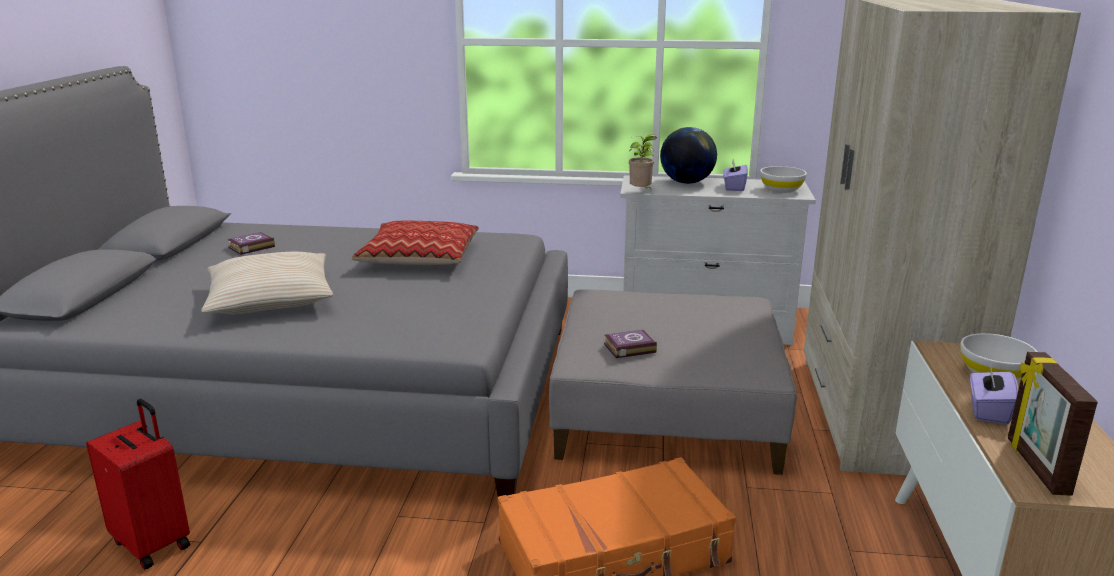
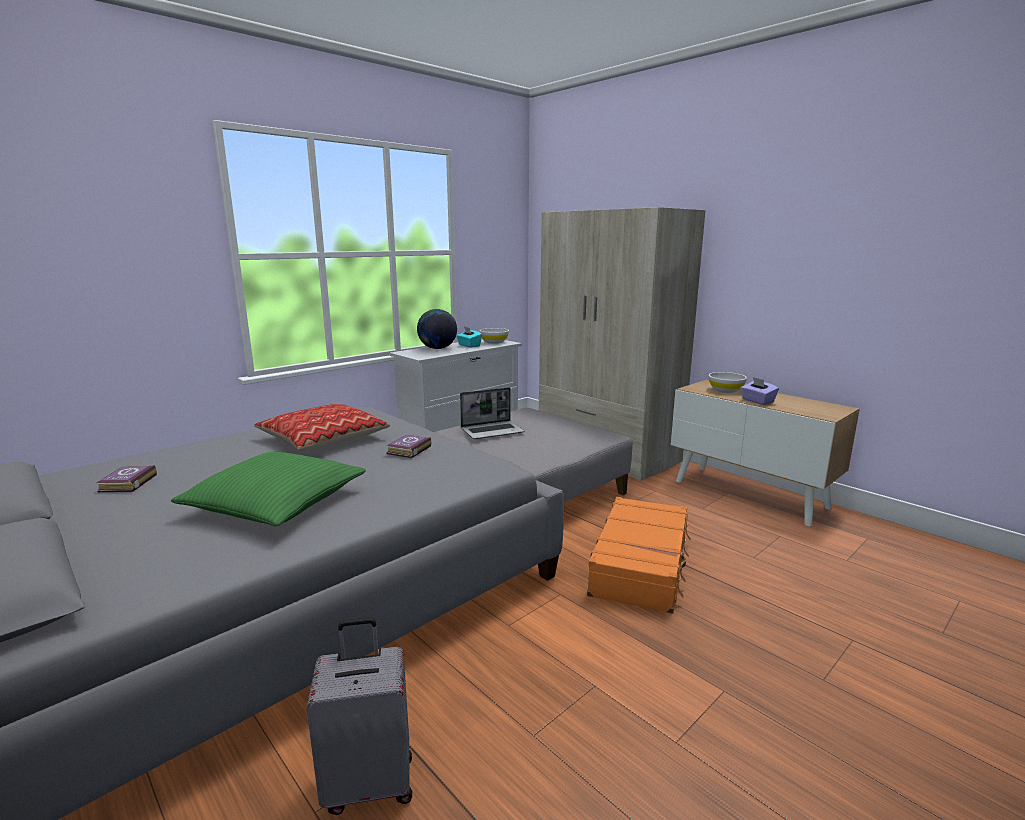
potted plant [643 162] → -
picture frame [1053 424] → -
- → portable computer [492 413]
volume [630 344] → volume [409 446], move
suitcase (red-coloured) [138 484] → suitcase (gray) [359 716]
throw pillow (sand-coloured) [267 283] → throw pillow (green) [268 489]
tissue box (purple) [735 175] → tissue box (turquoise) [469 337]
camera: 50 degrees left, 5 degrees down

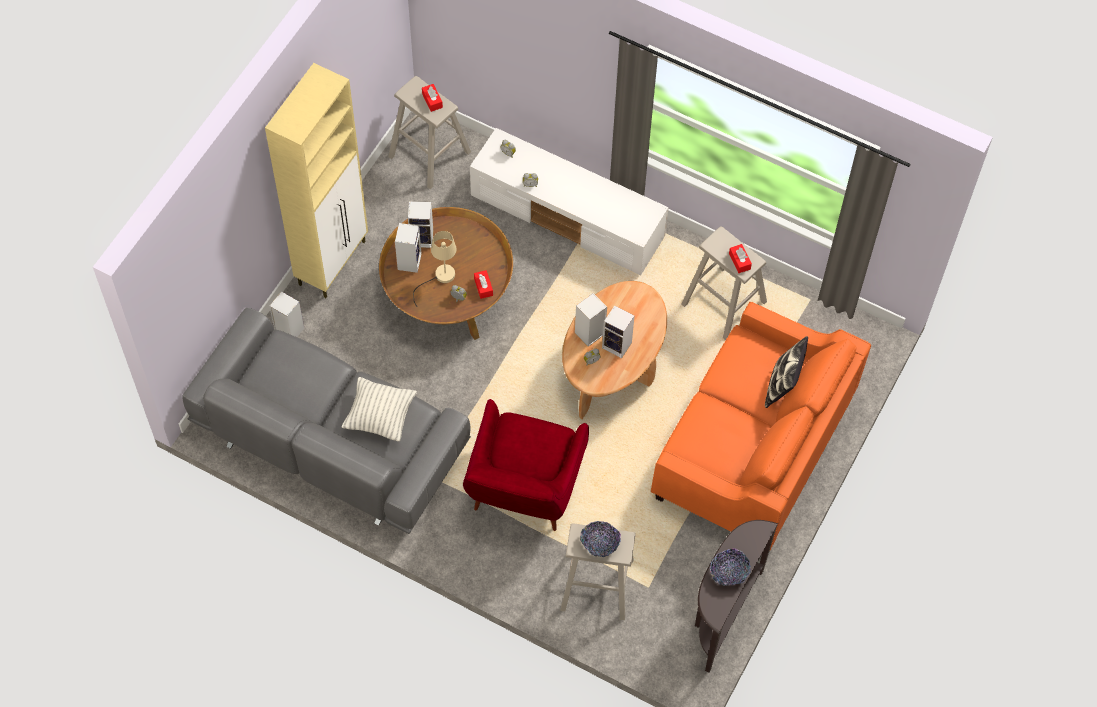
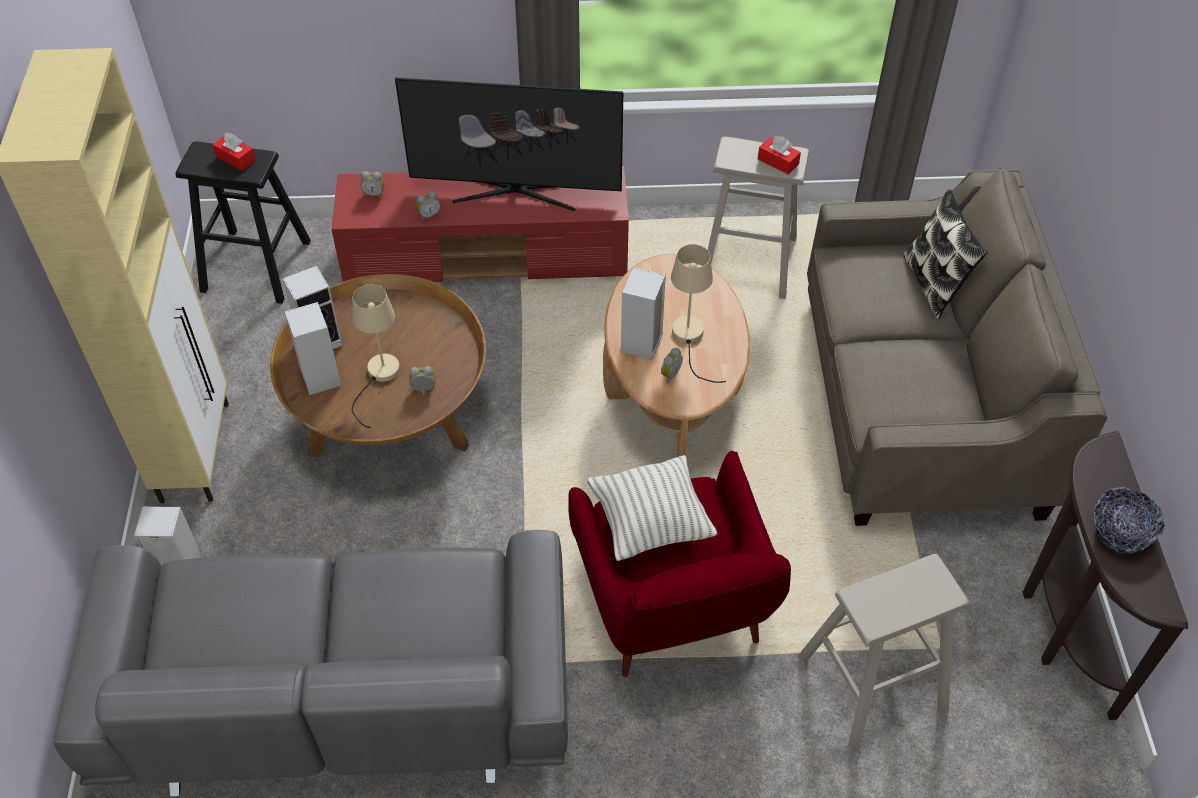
tissue box (red-coloured) [483 284] → -
serving bowl [600 539] → -
- → TV set [509 144]
throw pillow [379 409] → throw pillow [652 508], move
speaker [618 332] → lamp for a table (sand-coloured) [698 313]
stool seat (sand-coloured) [429 132] → stool seat (black) [243 222]
tv stand (white) [569 201] → tv stand (red-coloured) [480 224]
settee (orangey) [761 426] → settee (sand-coloured) [957 347]
camera: 30 degrees left, 10 degrees down

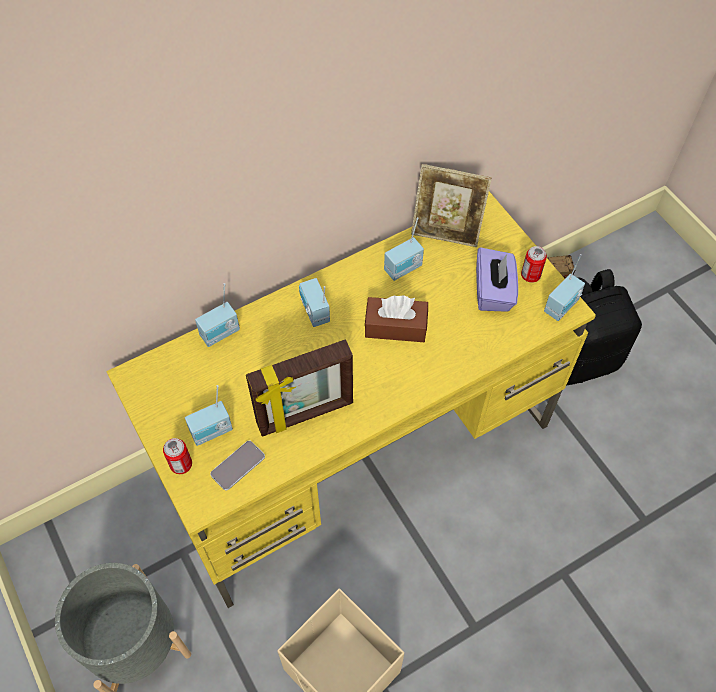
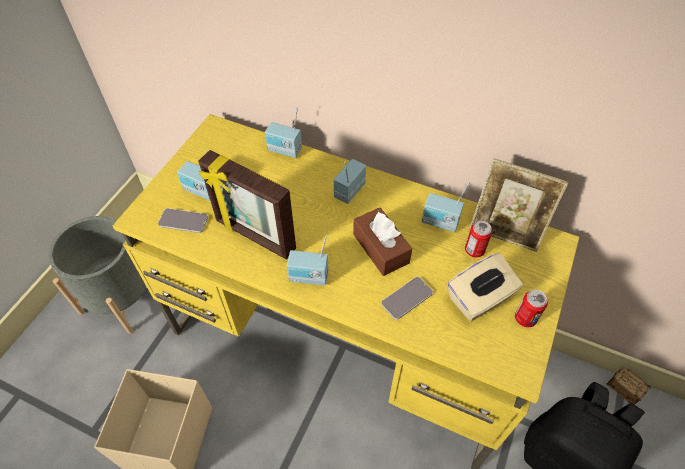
- → telephone [407 298]
sealed can [177 456] → sealed can [478 239], move
radio receiver [564 287] → radio receiver [308 260], move
tissue box (purple) [497 279] → tissue box (sand-coloured) [485 287]
picture frame [451 205] → picture frame [518 205], 45 degrees counterclockwise
camera: 55 degrees right, 5 degrees down

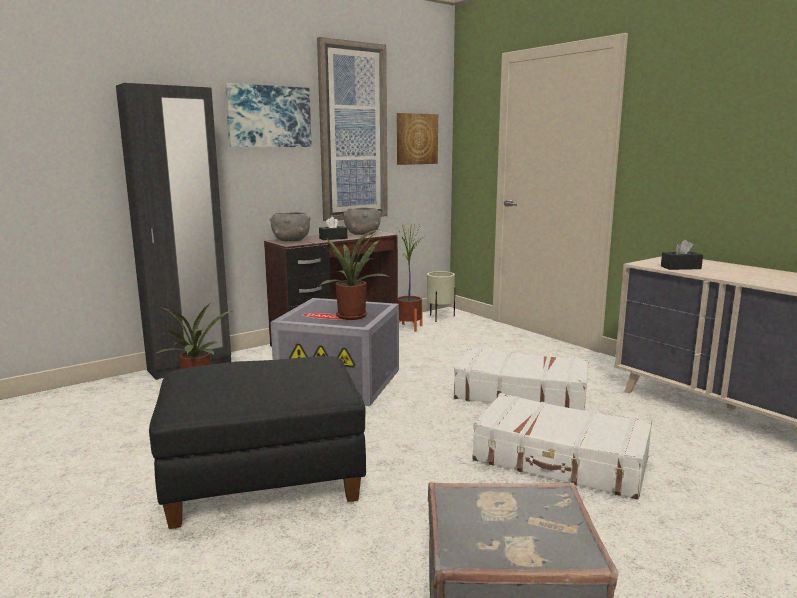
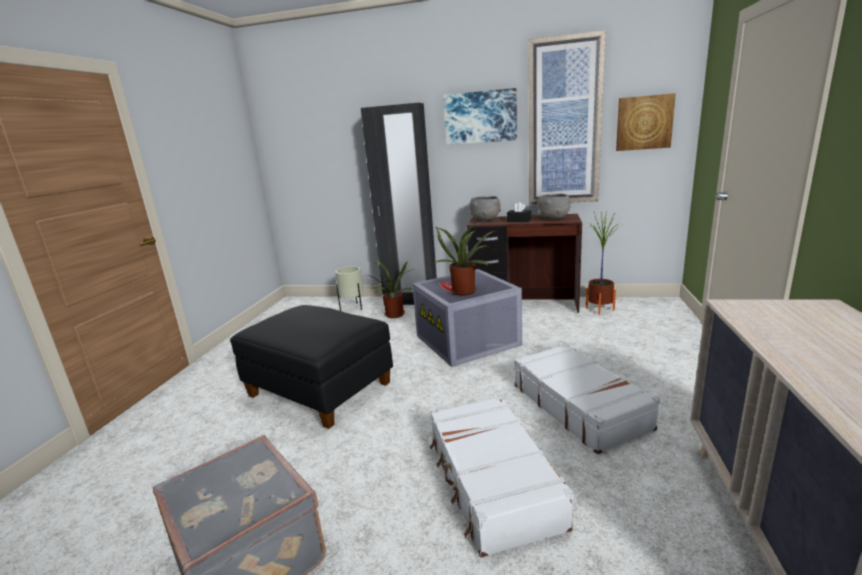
tissue box (black) [682 255] → -
planter (sand-coloured) [441 296] → planter (sand-coloured) [349 288], move
camera: 50 degrees right, 5 degrees up

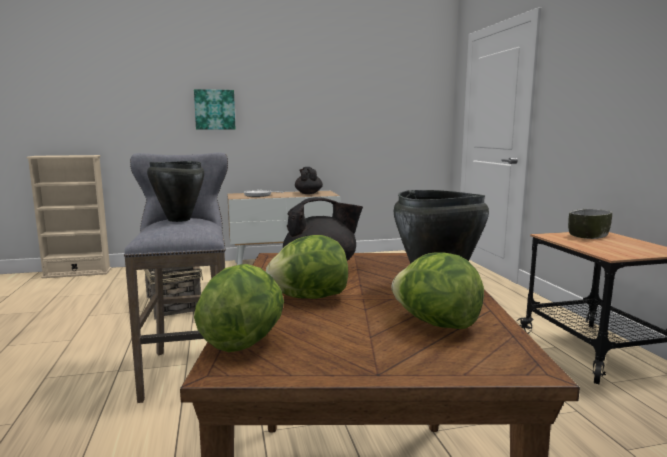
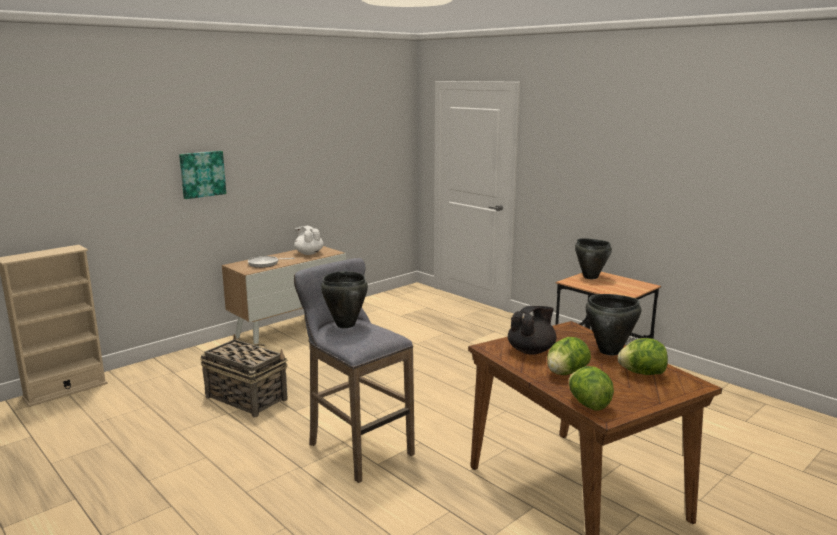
serving bowl [590 224] → saucepot (black) [593 258]
tea pot (black) [309 180] → tea pot (white) [309 240]
camera: 30 degrees left, 5 degrees up

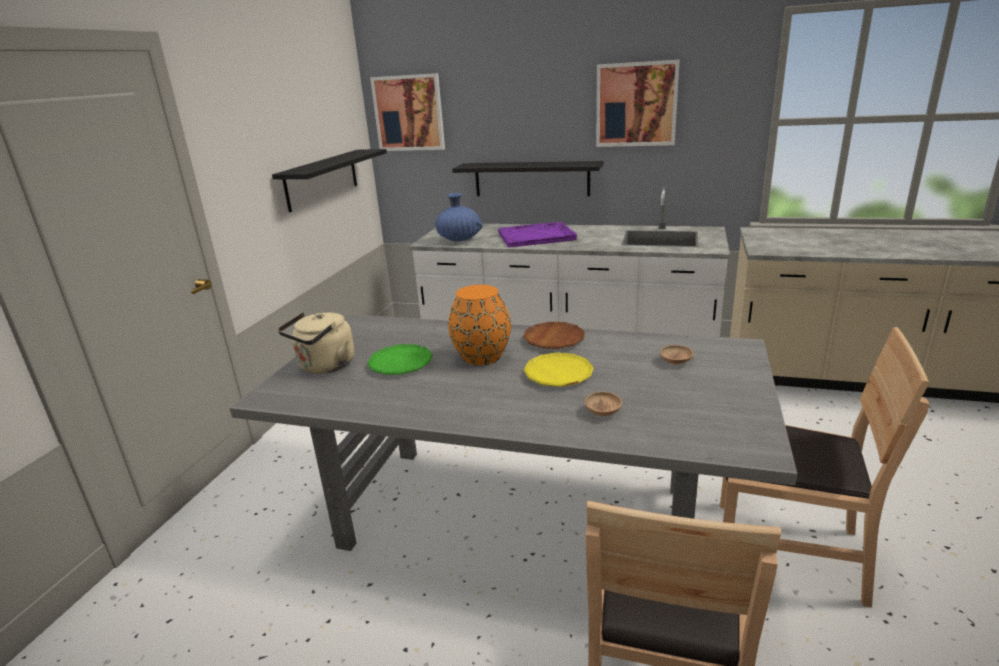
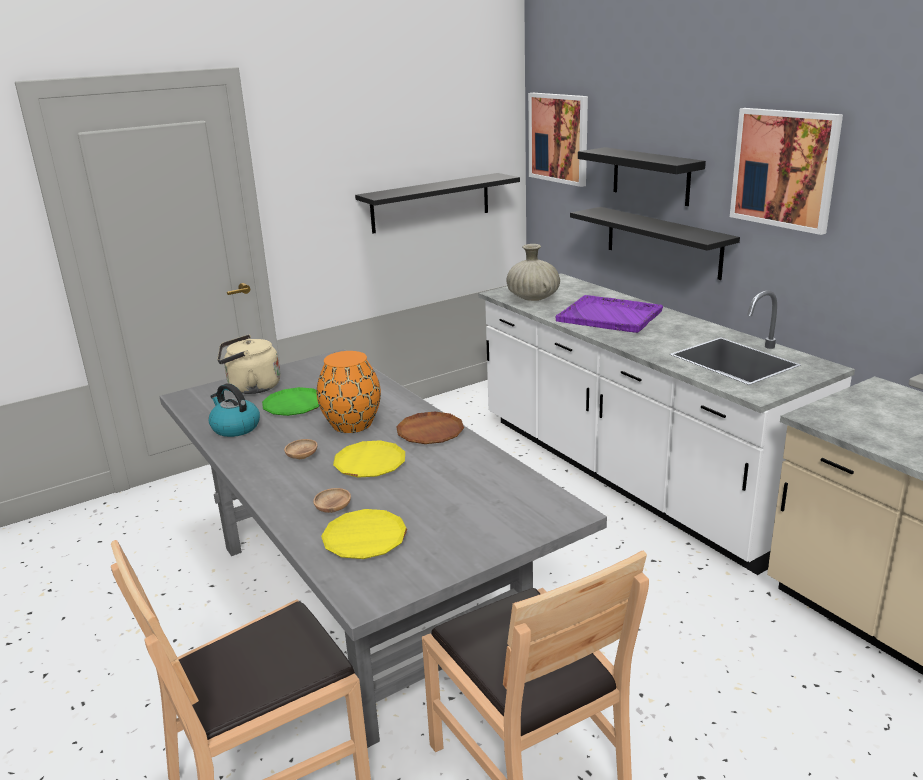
- → water kettle [234 410]
- → plate (yellow-coloured) [364 534]
- → shelf (black) [642 176]
serving bowl (brownish) [676 355] → serving bowl (brownish) [300 449], move
flower vase (blue) [459 217] → flower vase (sand-coloured) [533 272]
camera: 40 degrees right, 0 degrees up

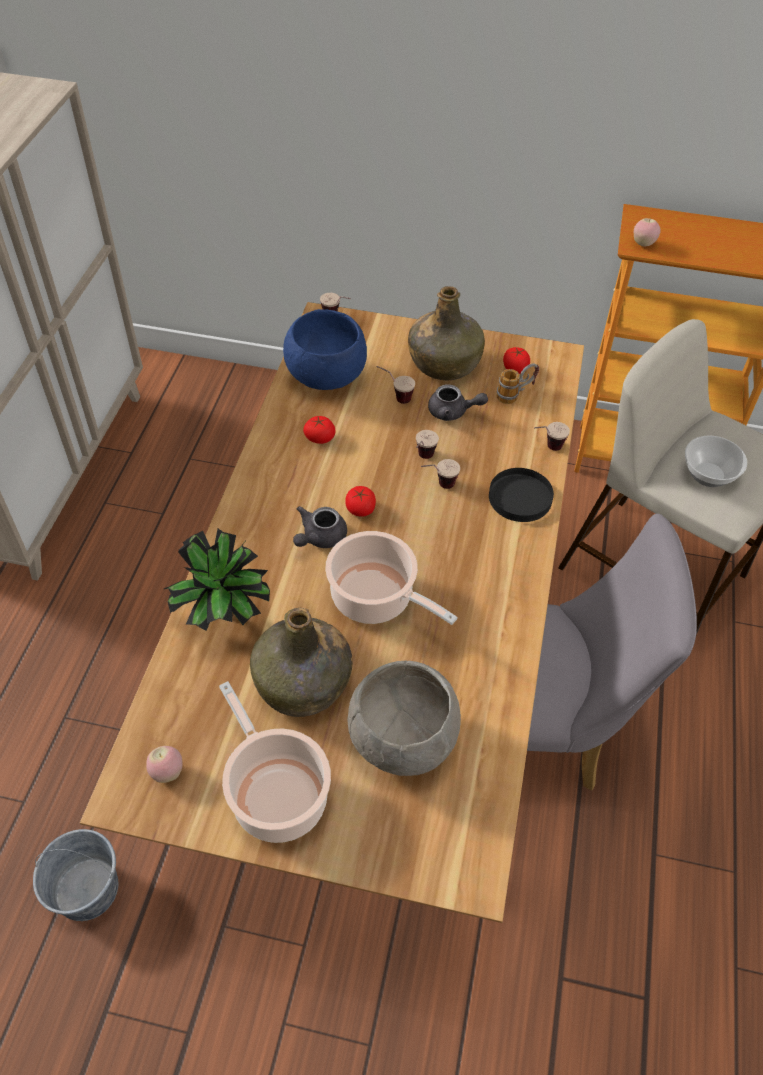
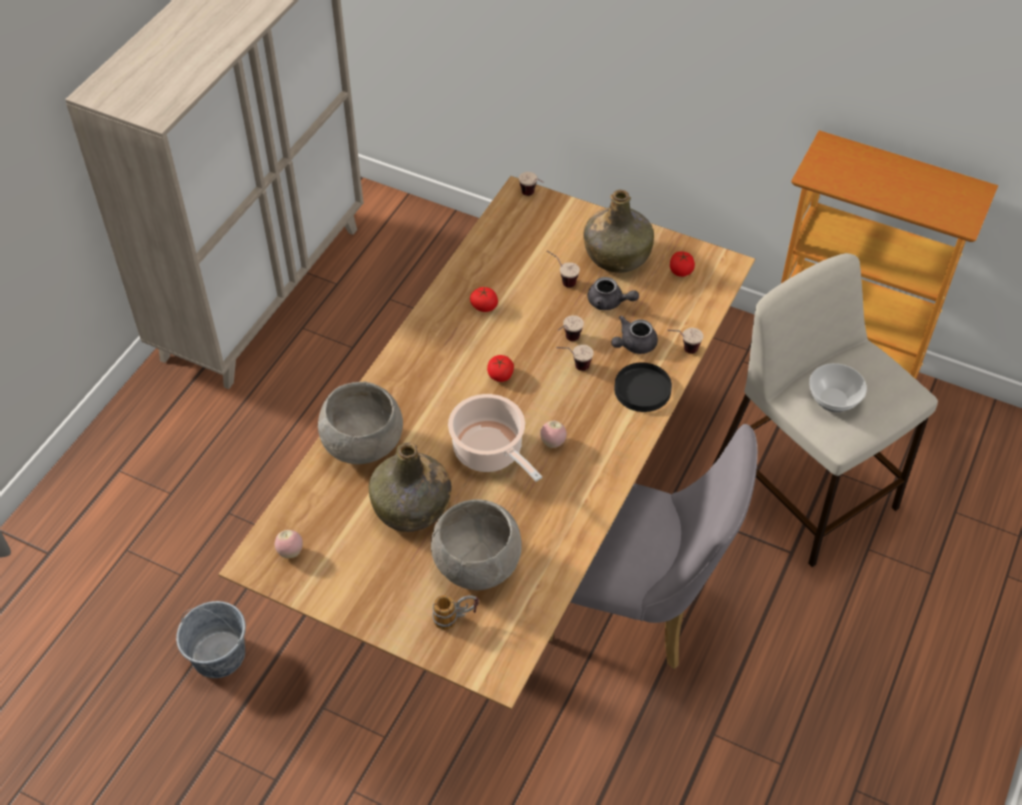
saucepot [275 762] → -
serving bowl (blue) [325 349] → -
tea pot (gray) [320 527] → tea pot (gray) [634 335], move
mug [518 383] → mug [455 612], move
apple [647 231] → apple [553 434], move
potted plant [217 580] → serving bowl (gray) [360 422]
camera: 15 degrees right, 0 degrees up

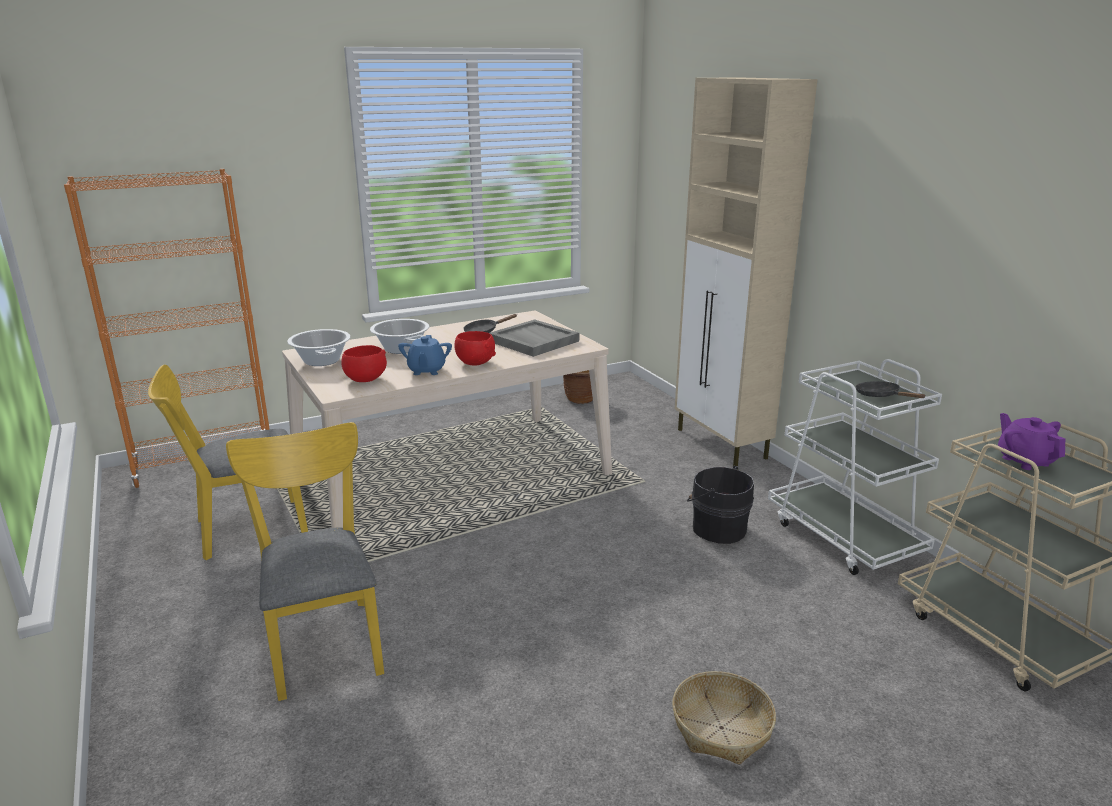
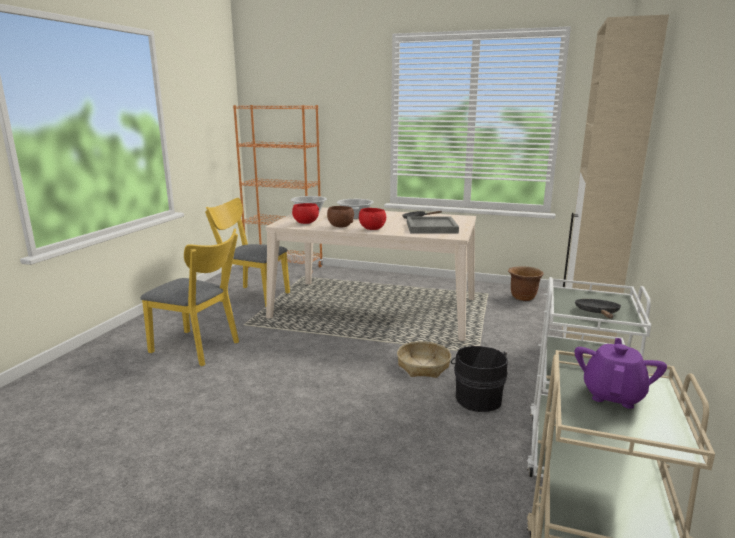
basket [724 718] → basket [424 359], move
tea pot (blue) [425 355] → serving bowl (brownish) [340 216]
plain chair (yellow-coloured) [305 561] → plain chair (yellow-coloured) [189 297], 90 degrees clockwise
camera: 45 degrees right, 5 degrees down

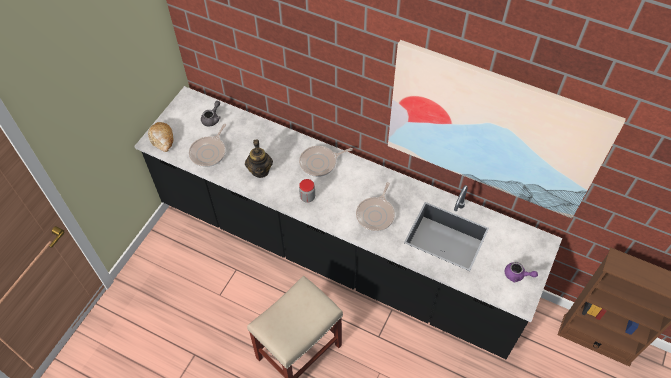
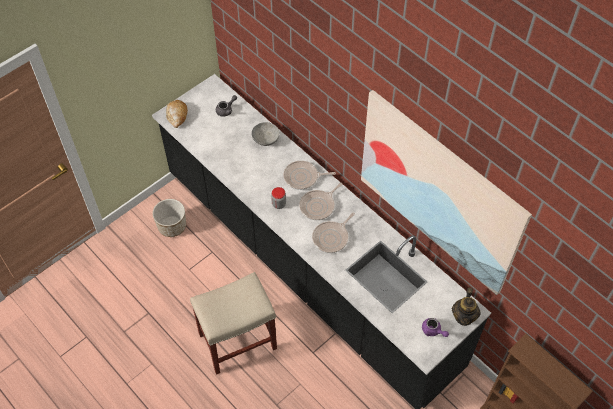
- → planter [169 218]
- → serving bowl (gray) [265 134]
pan [207 145] → pan [320 201], move
tea pot [259 158] → tea pot [466 307], move
camera: 20 degrees right, 0 degrees up

